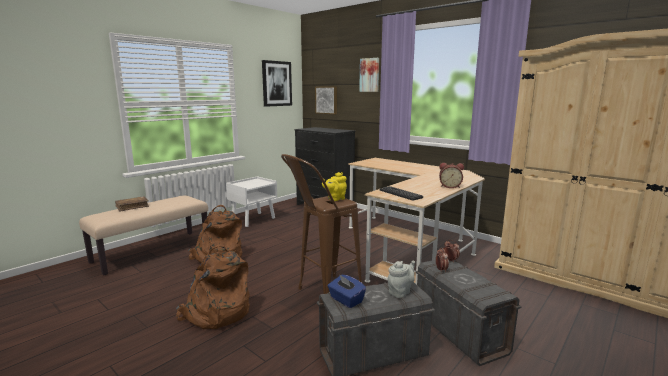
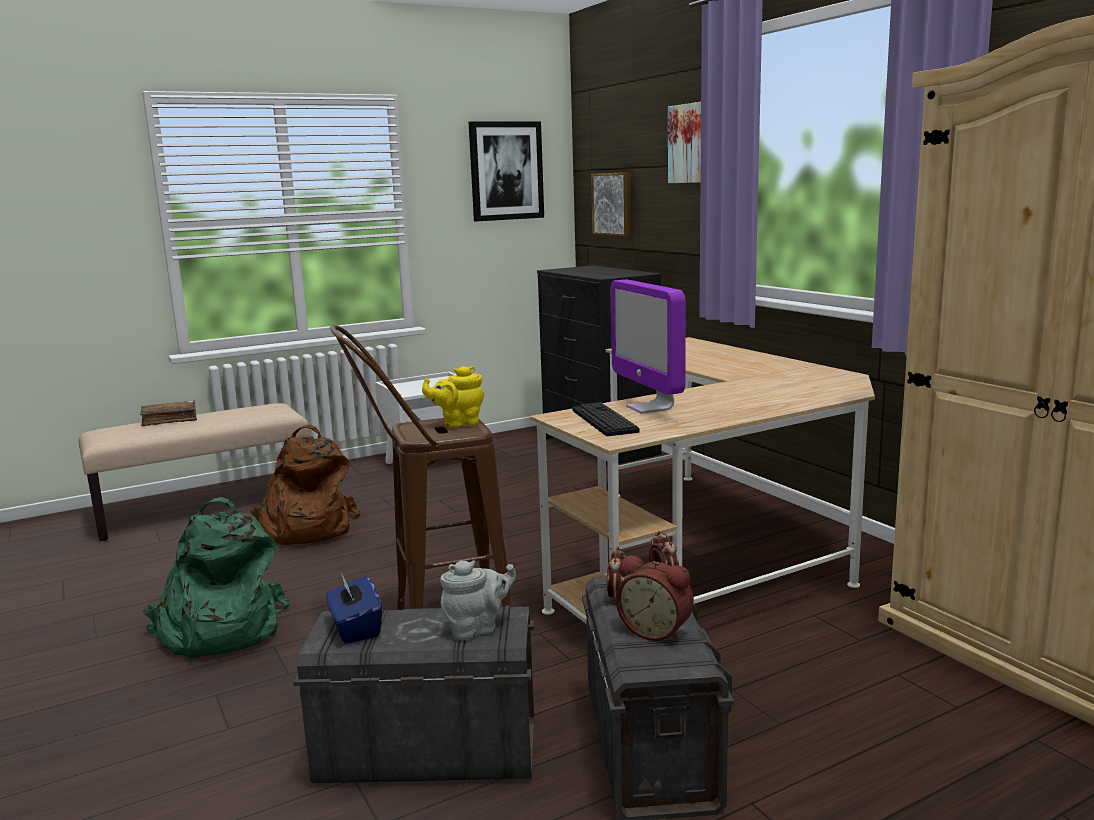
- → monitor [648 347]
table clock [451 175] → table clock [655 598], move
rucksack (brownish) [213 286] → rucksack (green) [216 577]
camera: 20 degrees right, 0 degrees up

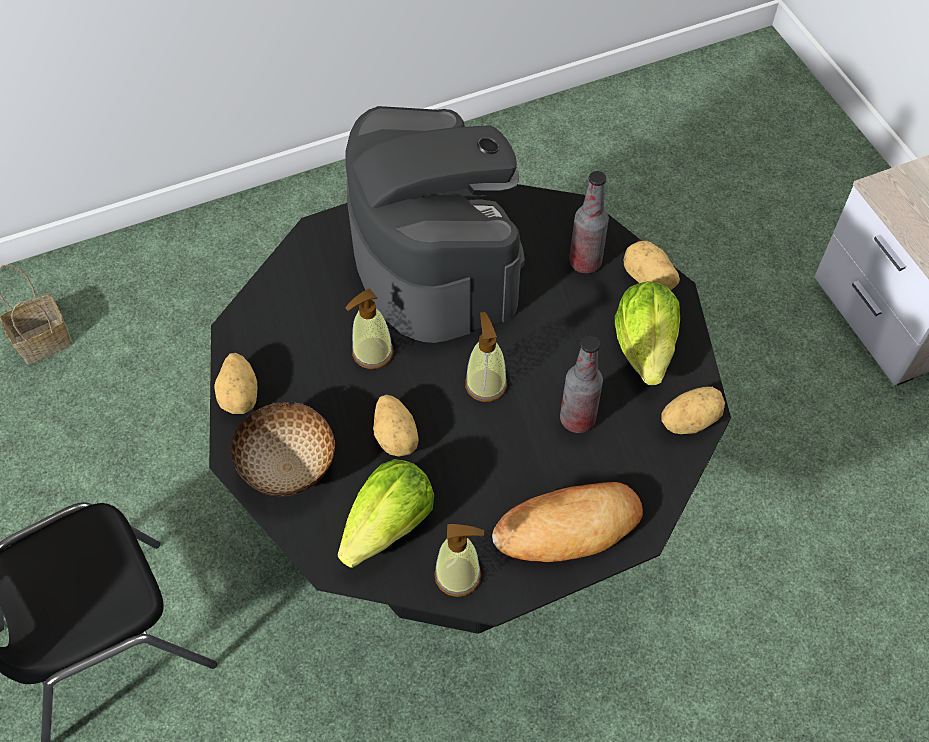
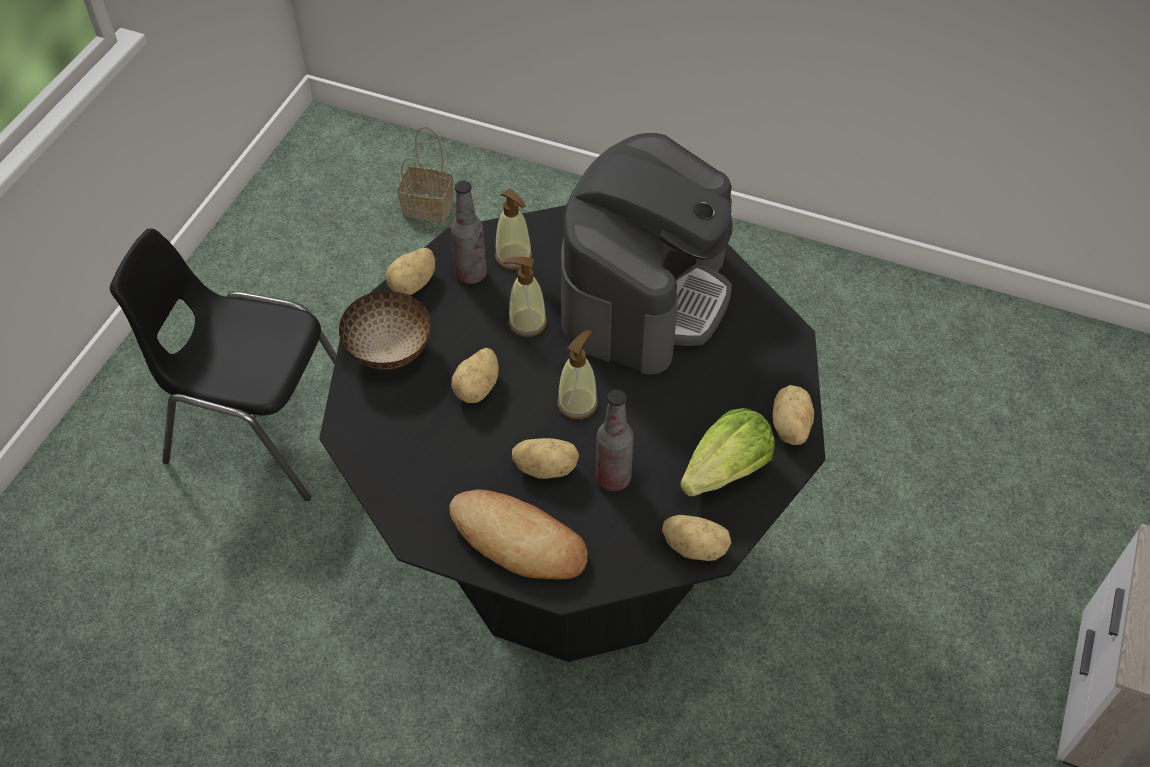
lettuce [386 513] → -
- → whole potato [545 458]
soap bottle [459 560] → soap bottle [514 229], move
beverage bottle [589 222] → beverage bottle [469 232], move
camera: 45 degrees right, 5 degrees down

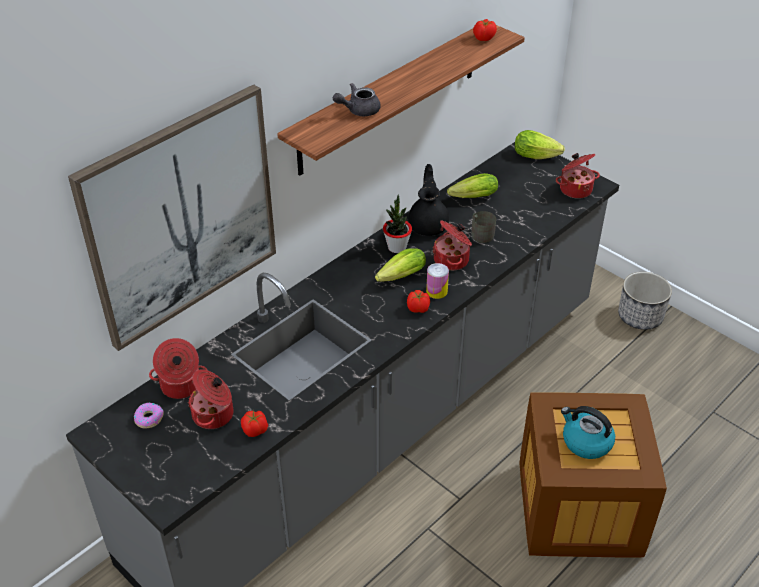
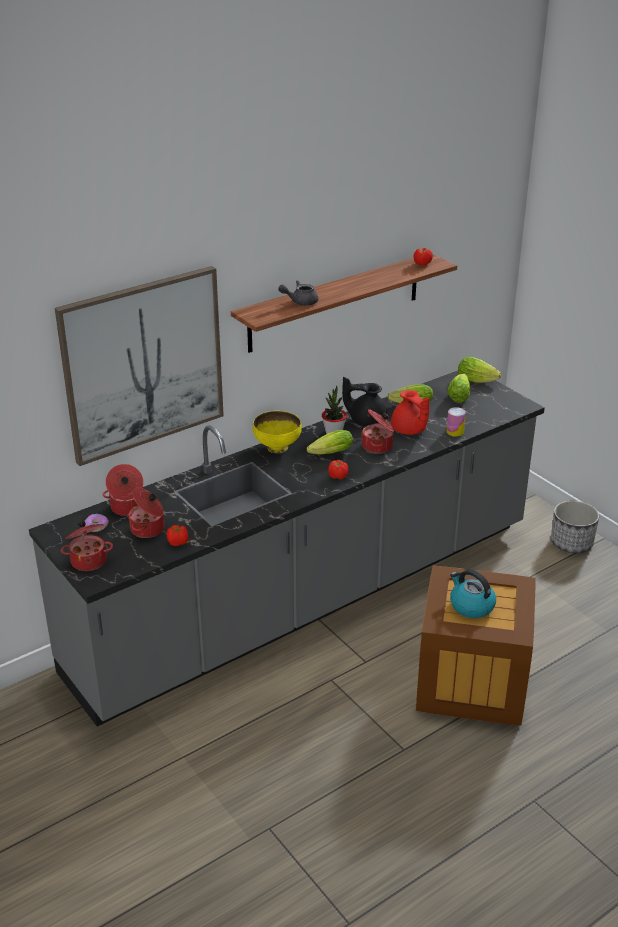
- → serving bowl (yellow-coloured) [277 432]
- → lettuce [459 388]
sealed can [437 281] → sealed can [456 422], move
saucepot [578 176] → saucepot [87 546], move
mug (gray) [483 227] → tea pot (red-coloured) [410 412]
tea pot (black) [428 200] → tea pot (black) [364 401], 90 degrees counterclockwise
camera: 10 degrees right, 10 degrees down

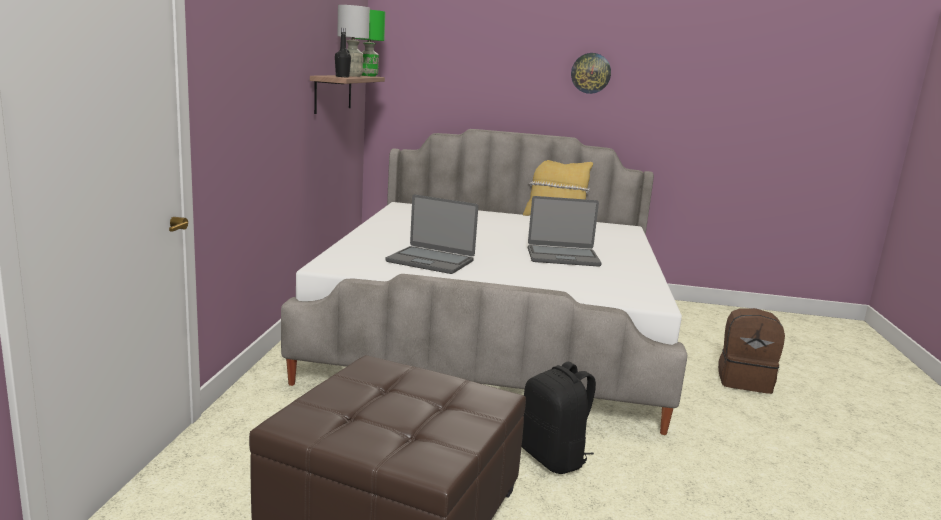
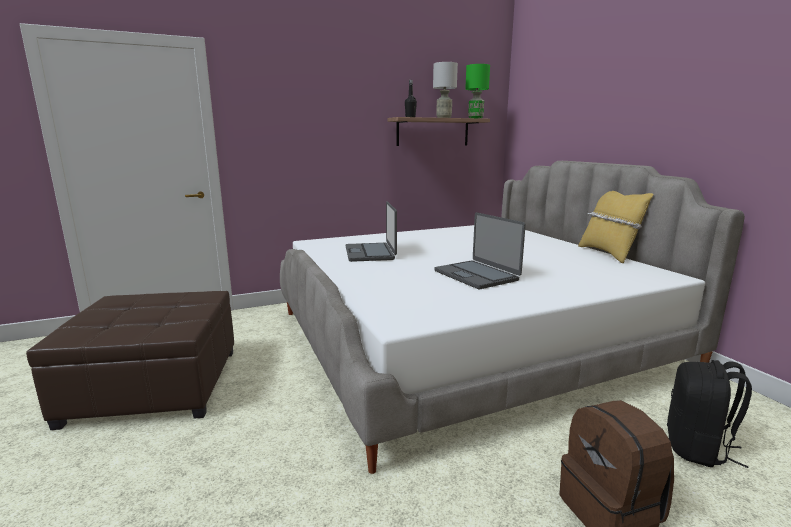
clock on the wall [591 73] → -
rucksack (black) [559 418] → rucksack (black) [709 414], move
camera: 60 degrees right, 0 degrees up

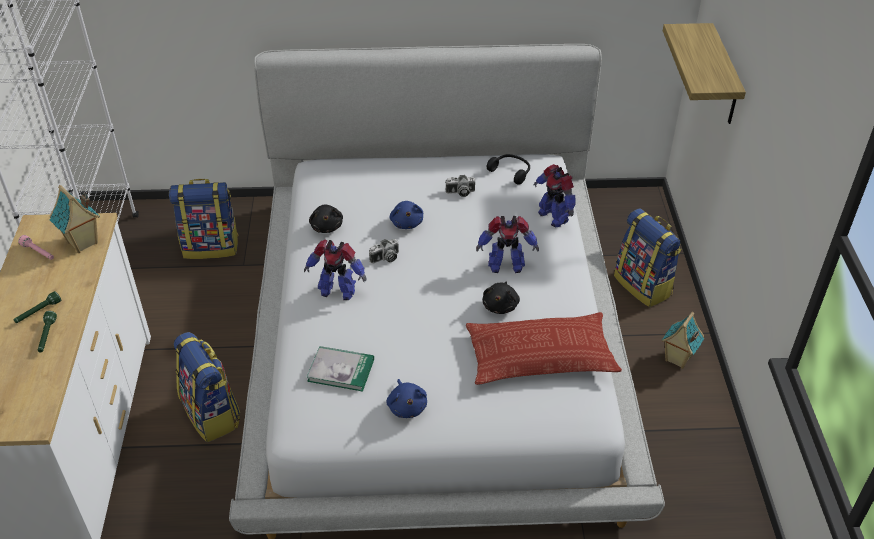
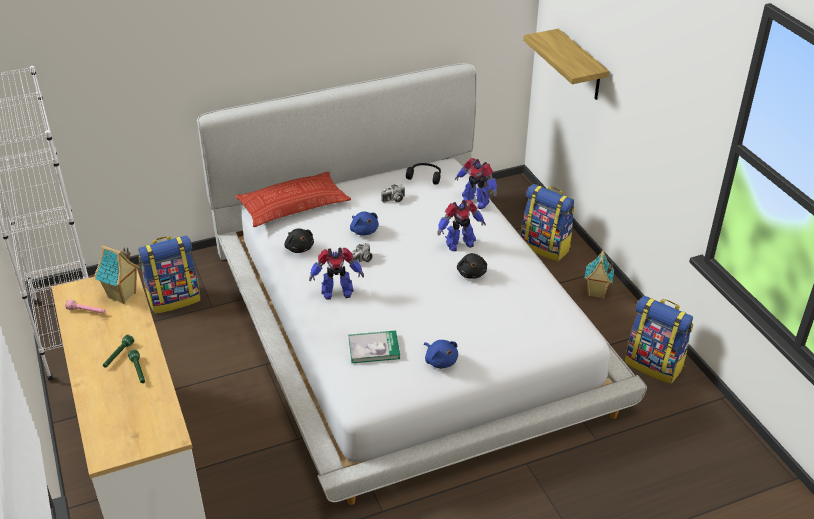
rucksack [207 387] → rucksack [659 340], move
throw pillow [544 348] → throw pillow [293 199], move
camera: 20 degrees left, 5 degrees down

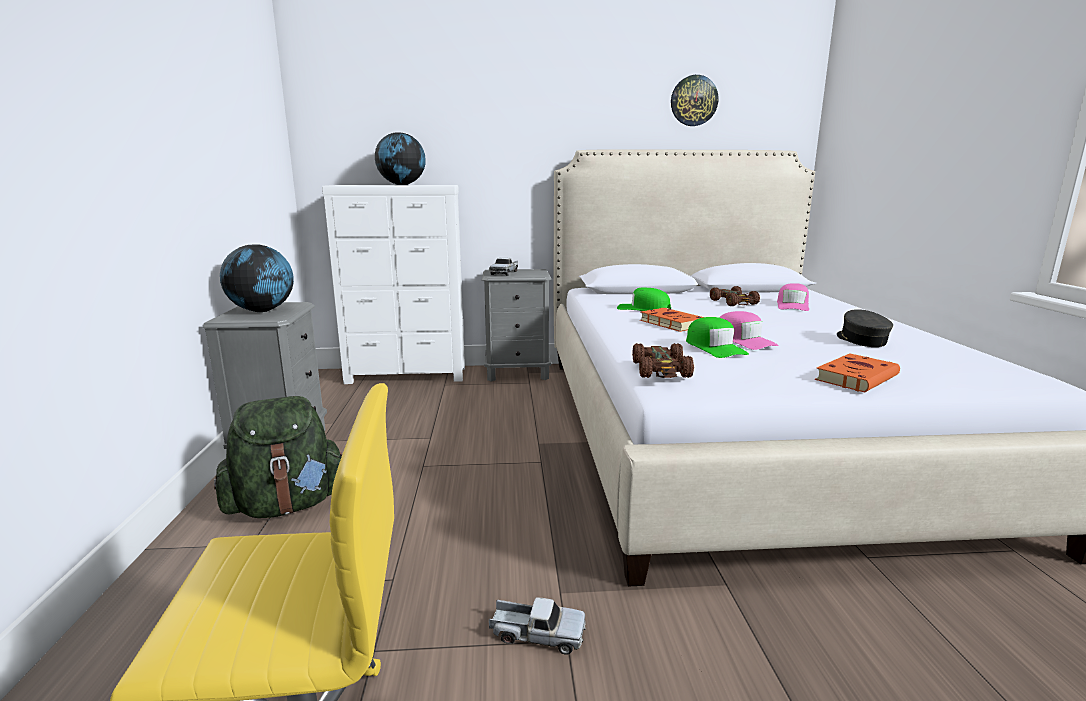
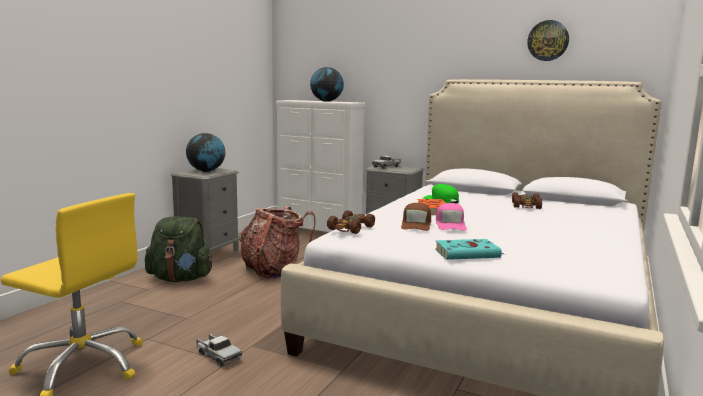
peaked cap (pink-coloured) [793 297] → -
peaked cap (gray) [865 328] → -
- → rucksack [278 242]
peaked cap (green) [717 337] → peaked cap (brownish) [416 217]
volume (orangey) [857 373] → volume (turquoise) [469 249]
camera: 30 degrees right, 5 degrees down

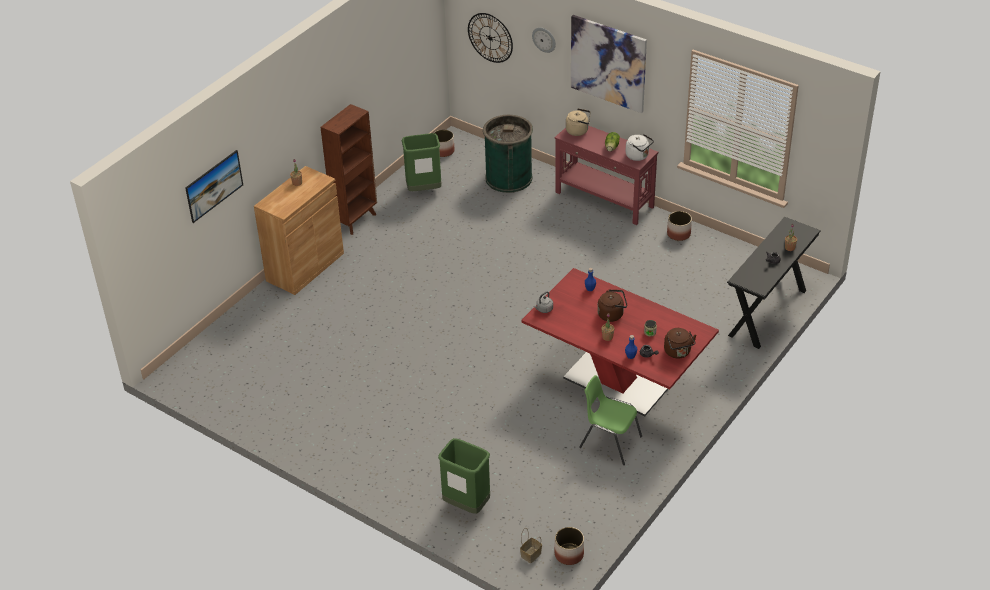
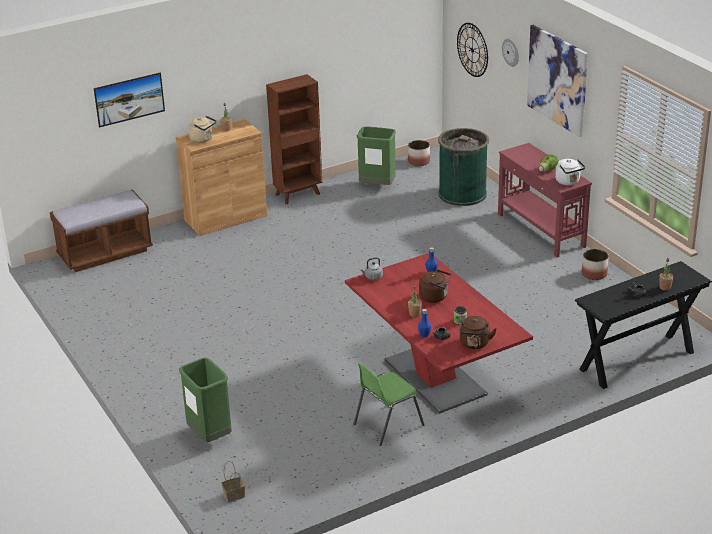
planter [569 546] → -
- → bench (brownish) [101 231]
water kettle (sand-coloured) [578 122] → water kettle (sand-coloured) [202 129], move
plain chair (green) [610 420] → plain chair (green) [389 404], 90 degrees counterclockwise
camera: 25 degrees right, 10 degrees down

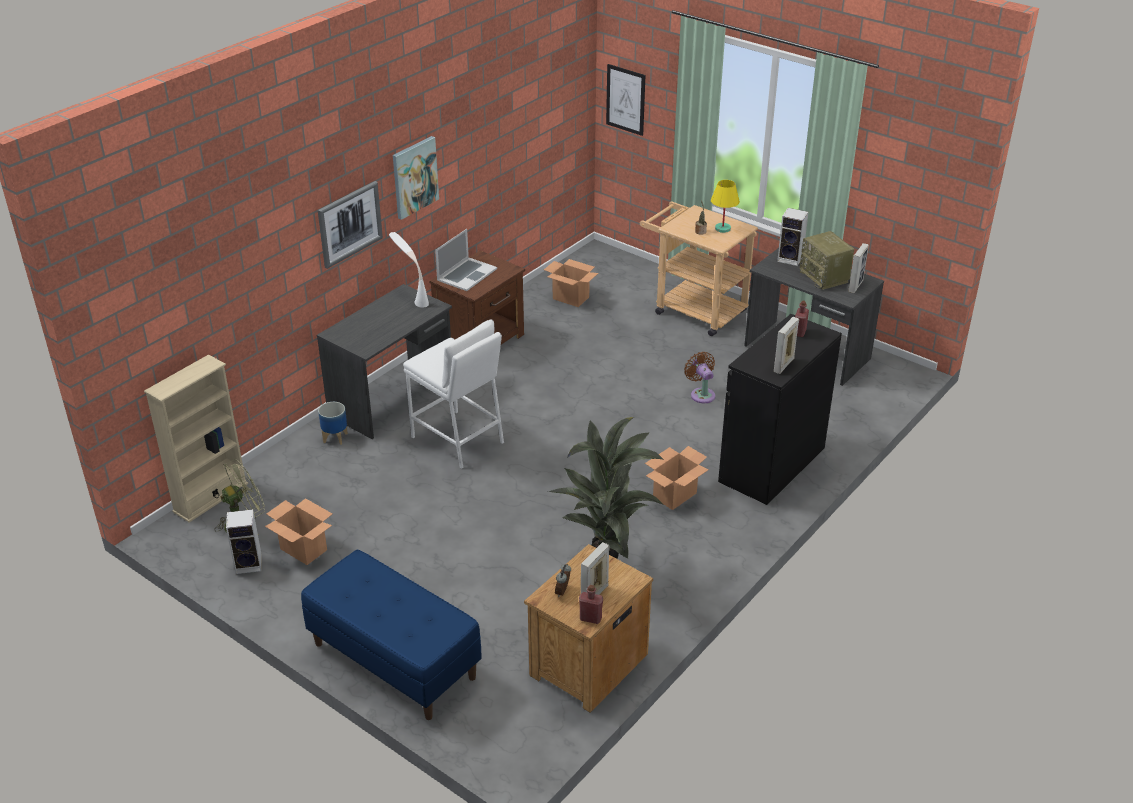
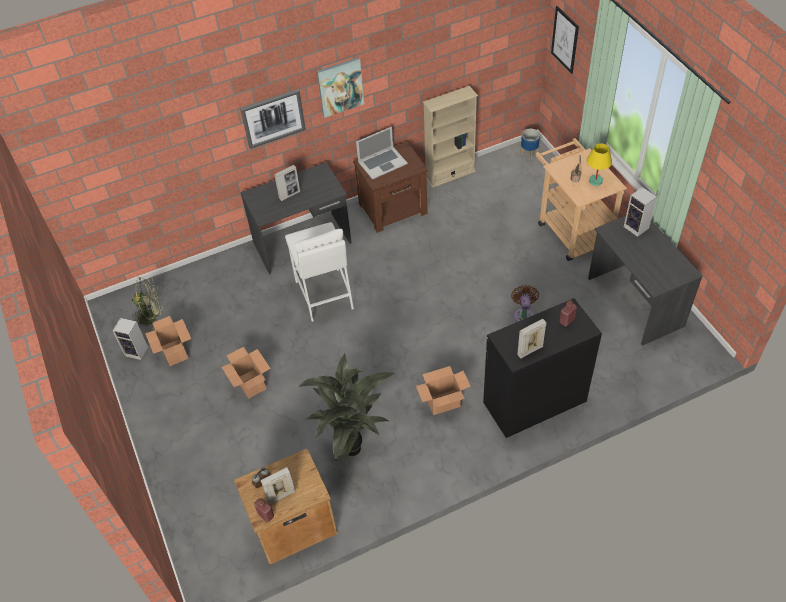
bench (blue) [391 635] → -
lamp for a table (white) [409 270] → -
radio receiver [827 260] → -
bookshelf (sand-coloured) [196 438] → bookshelf (sand-coloured) [450 137], move
planter [333 423] → planter [530 144], move
cardboard box [571 283] → cardboard box [246 373], move
picture frame [858 268] → picture frame [287 183], move
camera: 30 degrees right, 15 degrees up

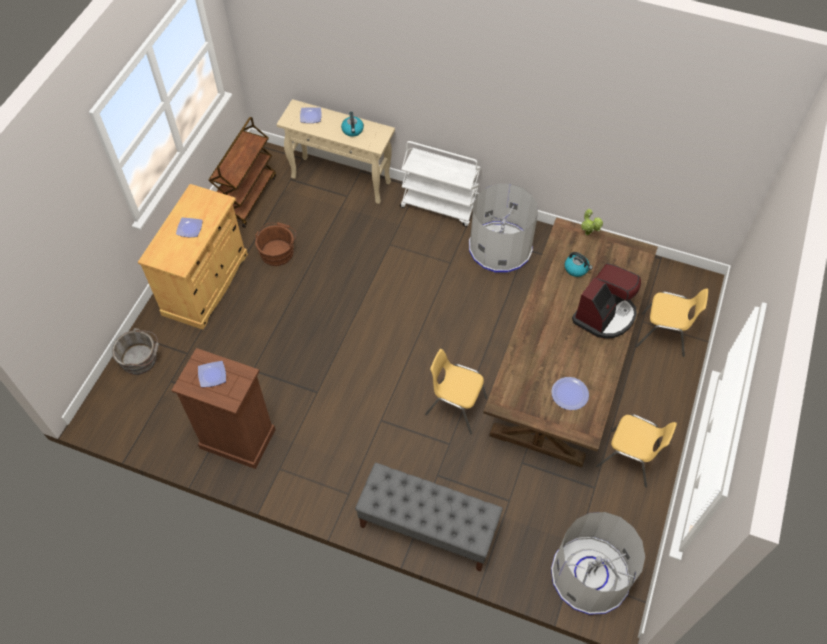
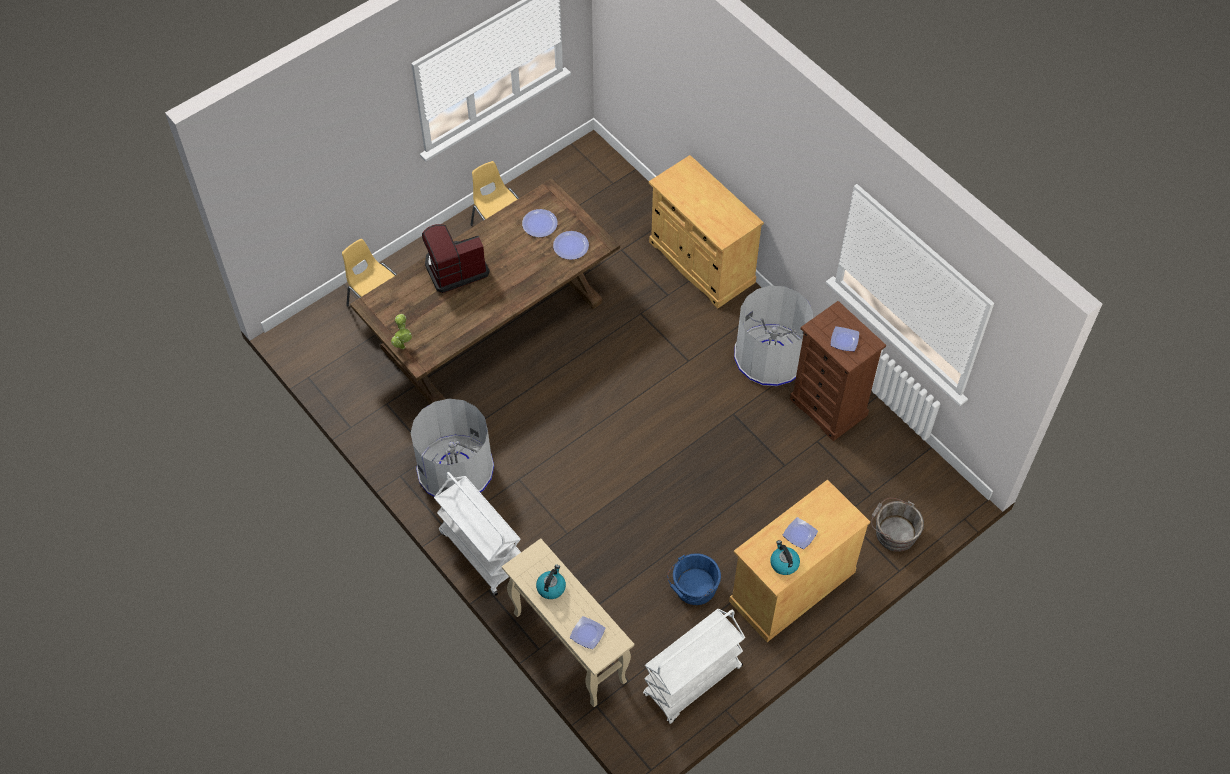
plain chair (yellow-coloured) [456 391] → -
- → plate [571 245]
rubbish bin (gray) [598 563] → rubbish bin (gray) [773 335], move
water kettle [578 264] → water kettle [785 557], move
bench (gray) [429 517] → cupboard (sand-coloured) [706 231]
trolley (brownish) [242 172] → trolley (white) [694 666]
pail (brownish) [275 244] → pail (blue) [694 579]
camera: 150 degrees left, 0 degrees up

